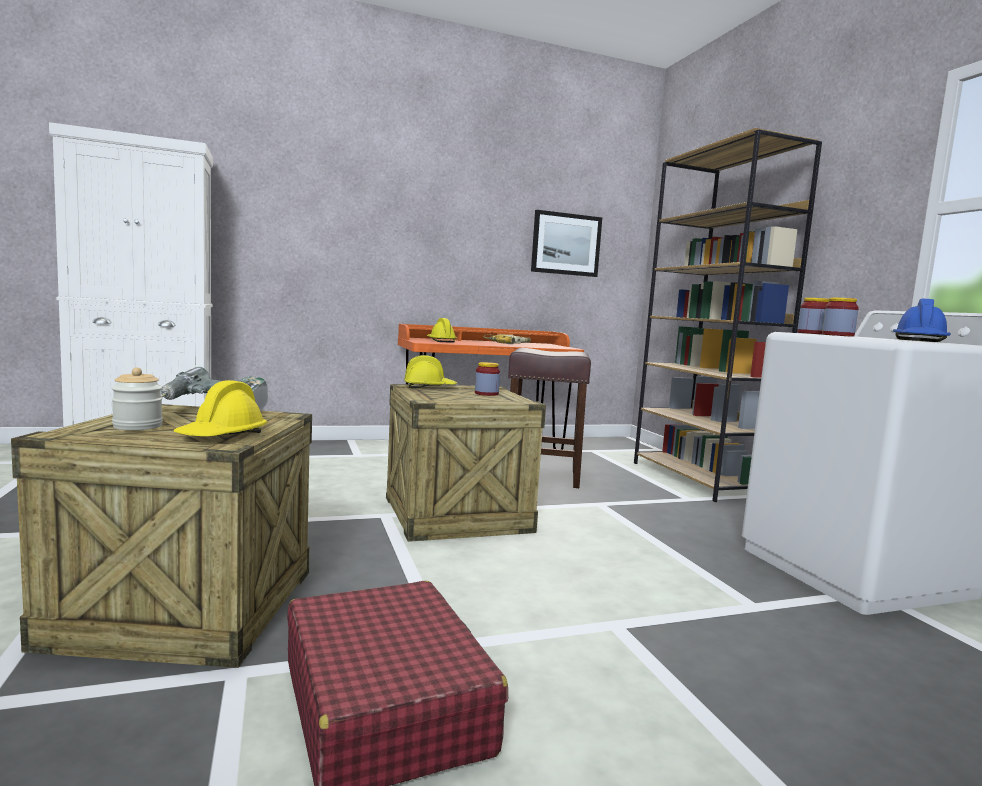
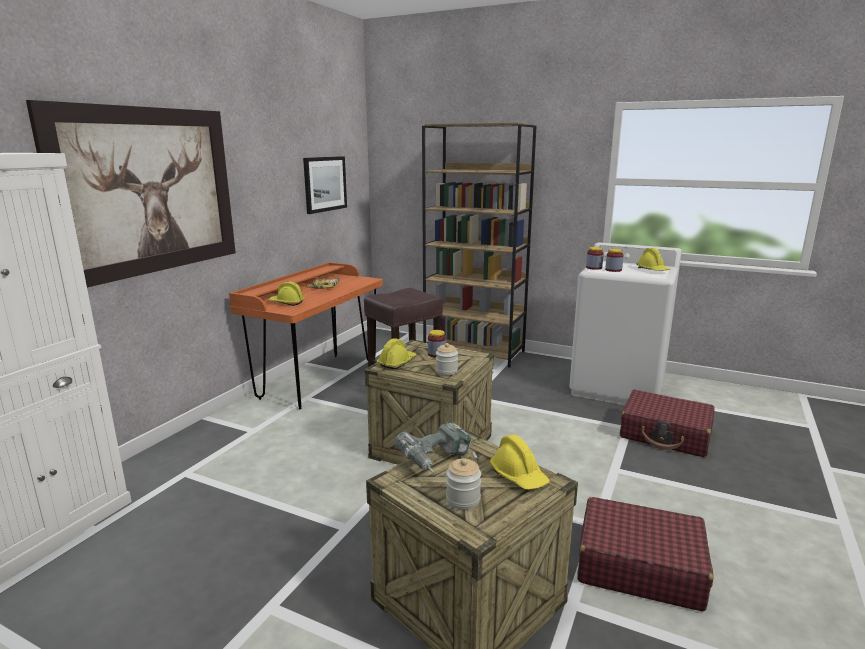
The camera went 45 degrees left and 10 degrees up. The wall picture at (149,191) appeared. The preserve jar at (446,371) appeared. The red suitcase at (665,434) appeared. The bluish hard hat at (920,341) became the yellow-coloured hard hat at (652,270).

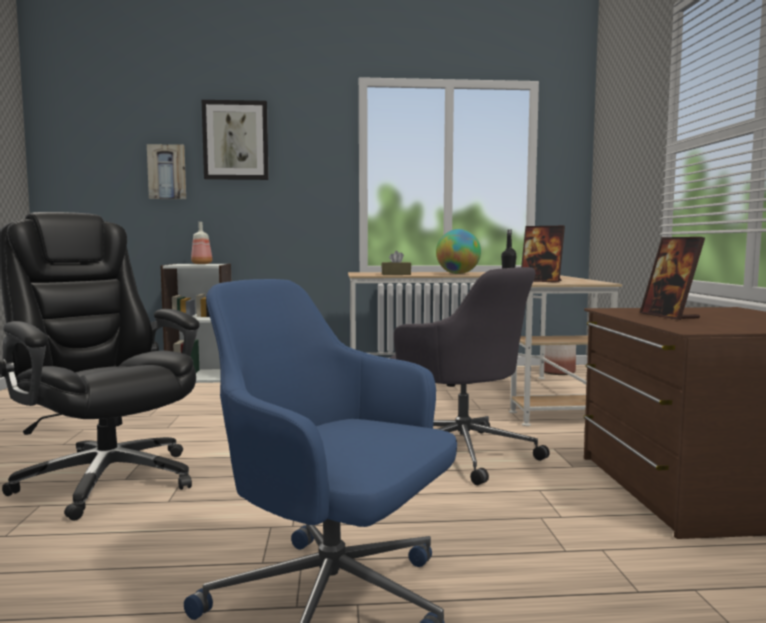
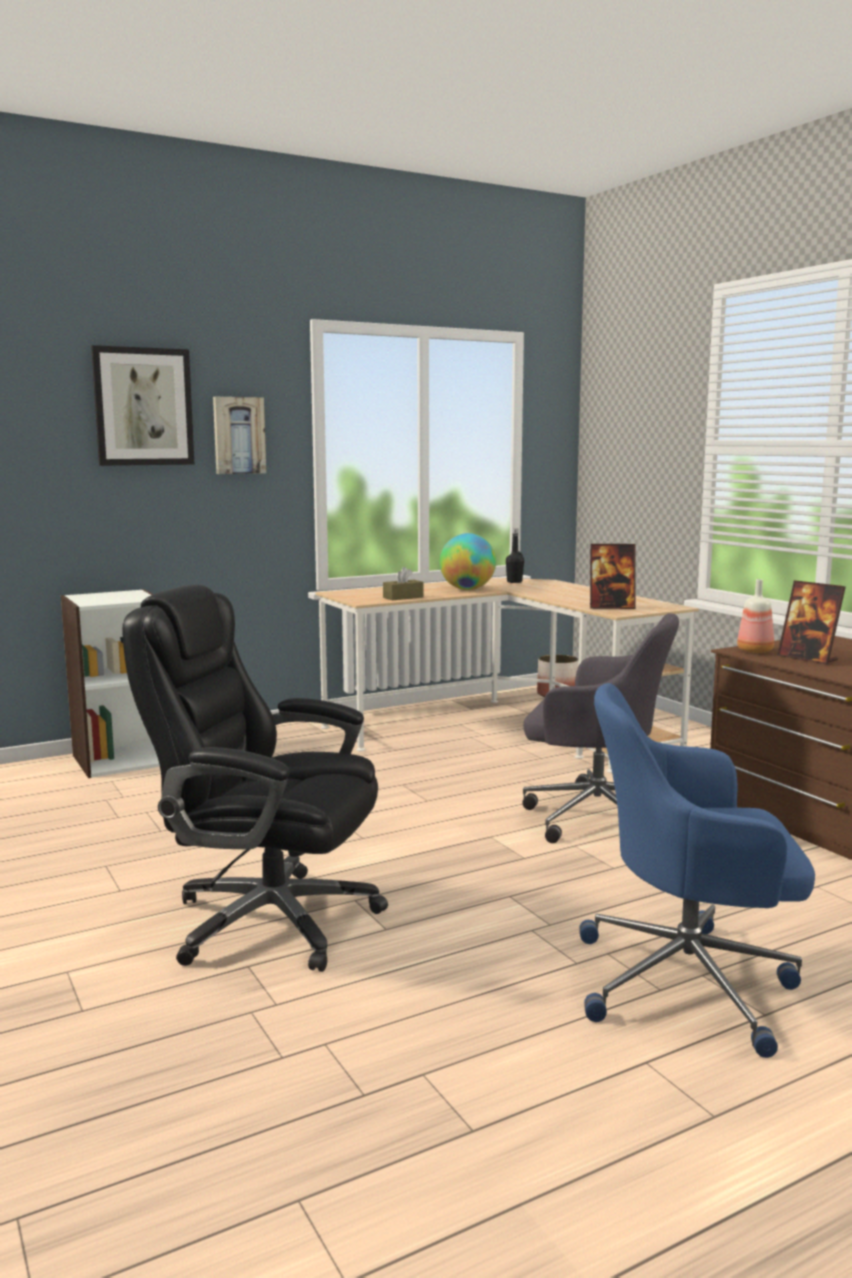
The camera went 25 degrees left and 5 degrees up. The wall picture moved from (167,172) to (238,435). The beverage bottle moved from (202,264) to (755,651).

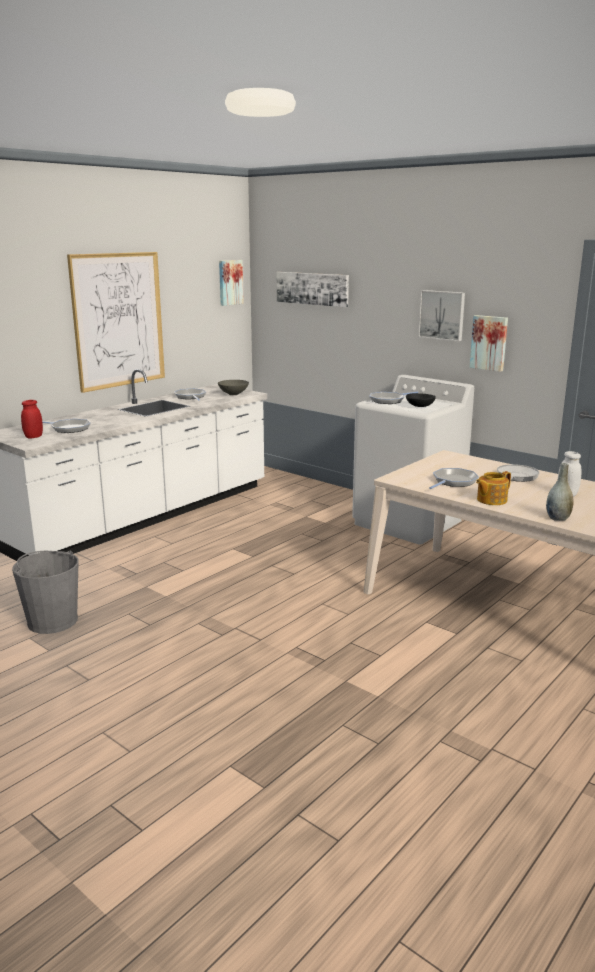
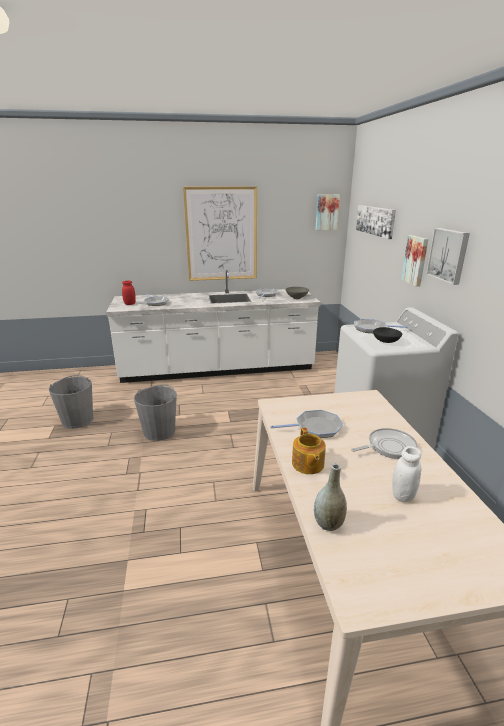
The camera went 40 degrees right and 5 degrees up. The greyish bucket at (159,431) appeared. The wall picture moved from (489,342) to (416,260). The teapot at (491,500) turned 105 degrees counterclockwise.

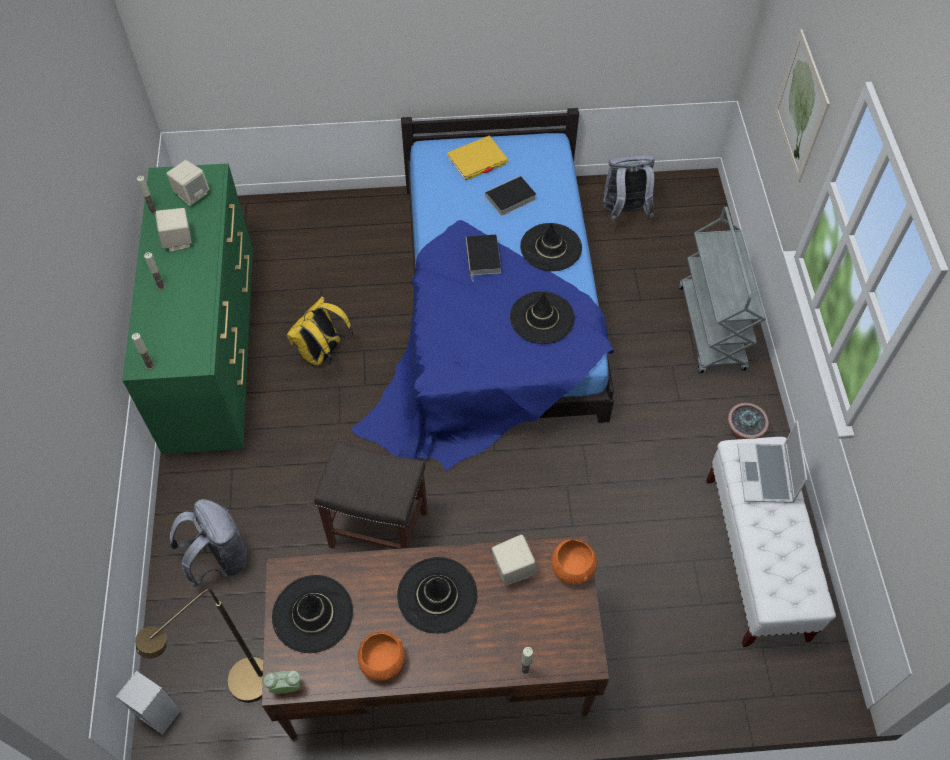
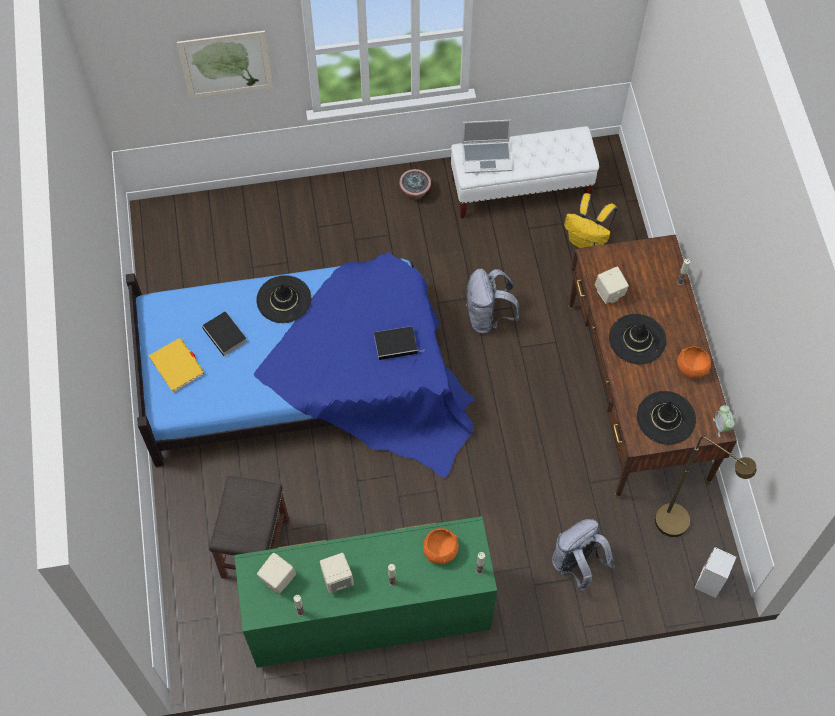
The camera went 95 degrees left and 5 degrees up. The black hat at (542,318) disappeared. The greyish trolley at (711,328) disappeared. The yellow-coloured knapsack moved from (323,353) to (587,241). The greyish sitting stool moved from (380,528) to (255,547). The volume moved from (483,258) to (397,344). The orange-coloured bowl moved from (573,569) to (440,550). The greyish knapsack moved from (624,212) to (488,317).

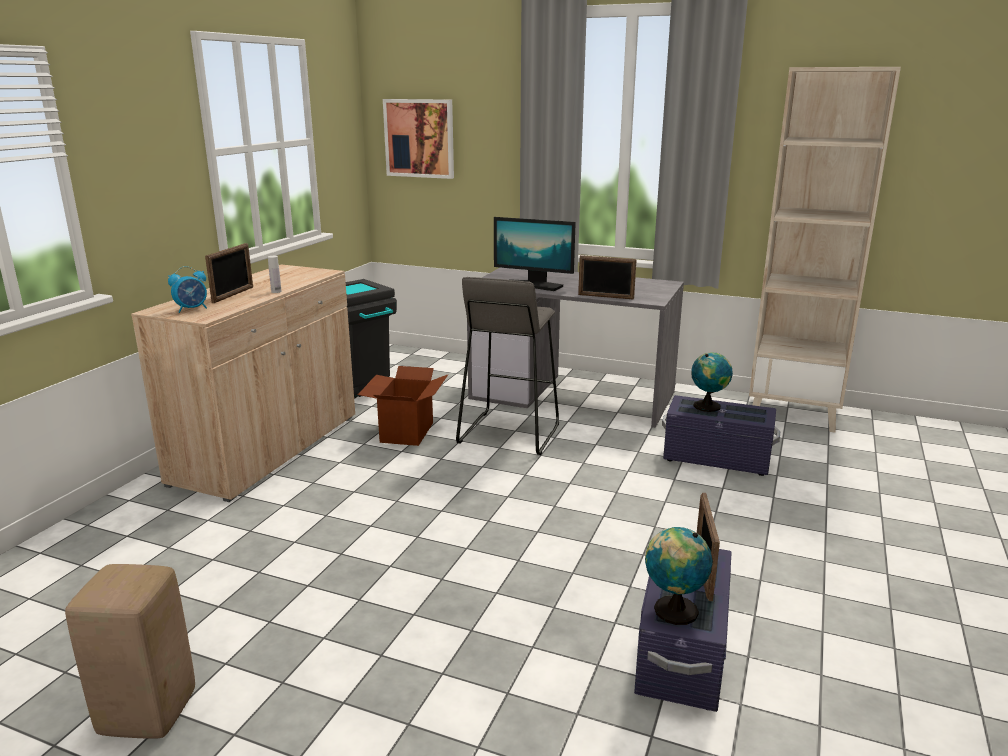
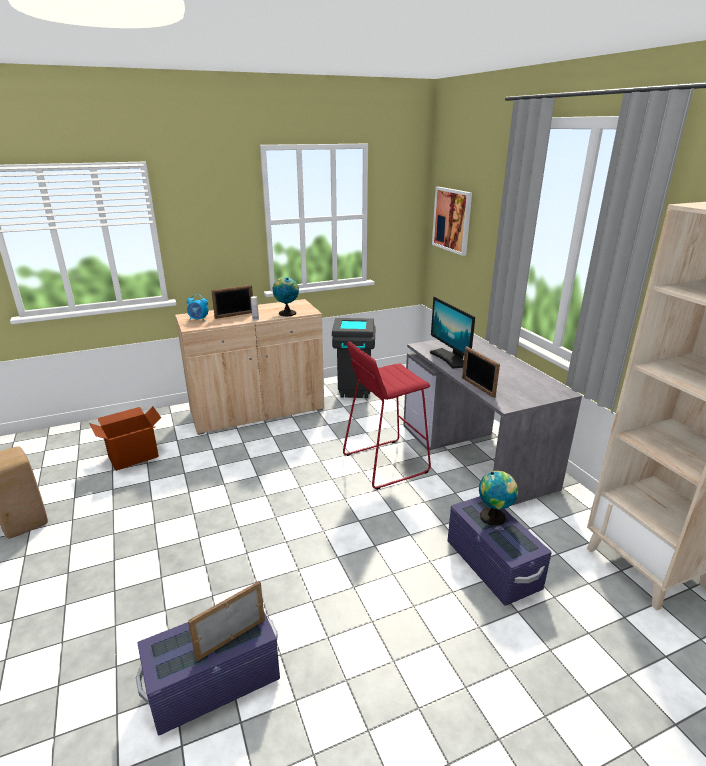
The camera went 45 degrees right and 5 degrees up. The carton moved from (406,432) to (133,456). The desk globe moved from (672,610) to (286,313). The greyish sitting stool at (509,433) became the red sitting stool at (385,463).

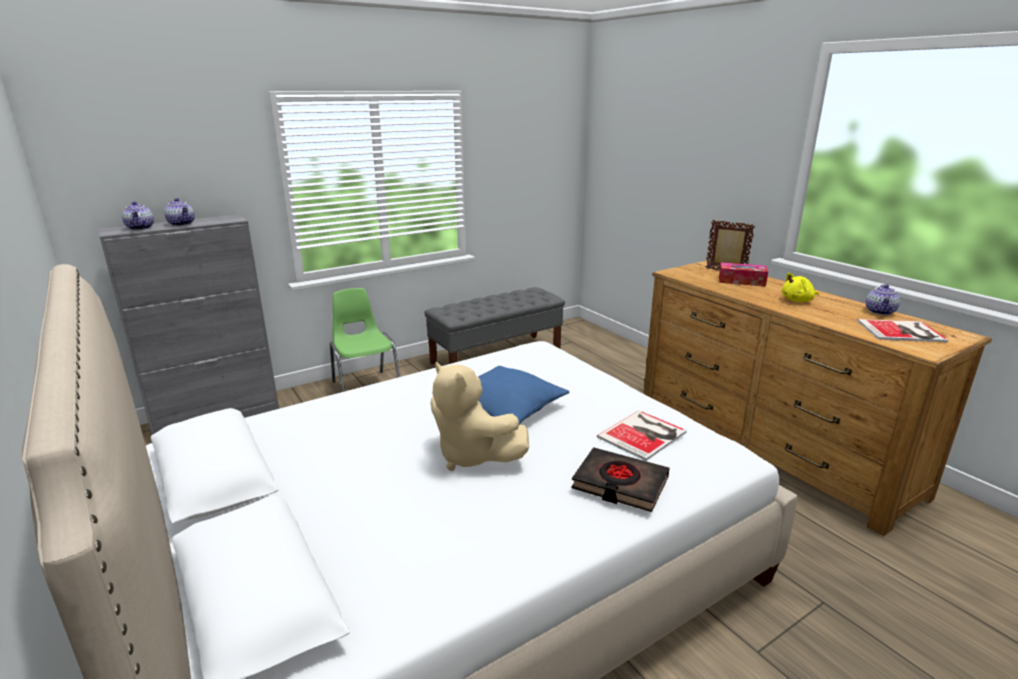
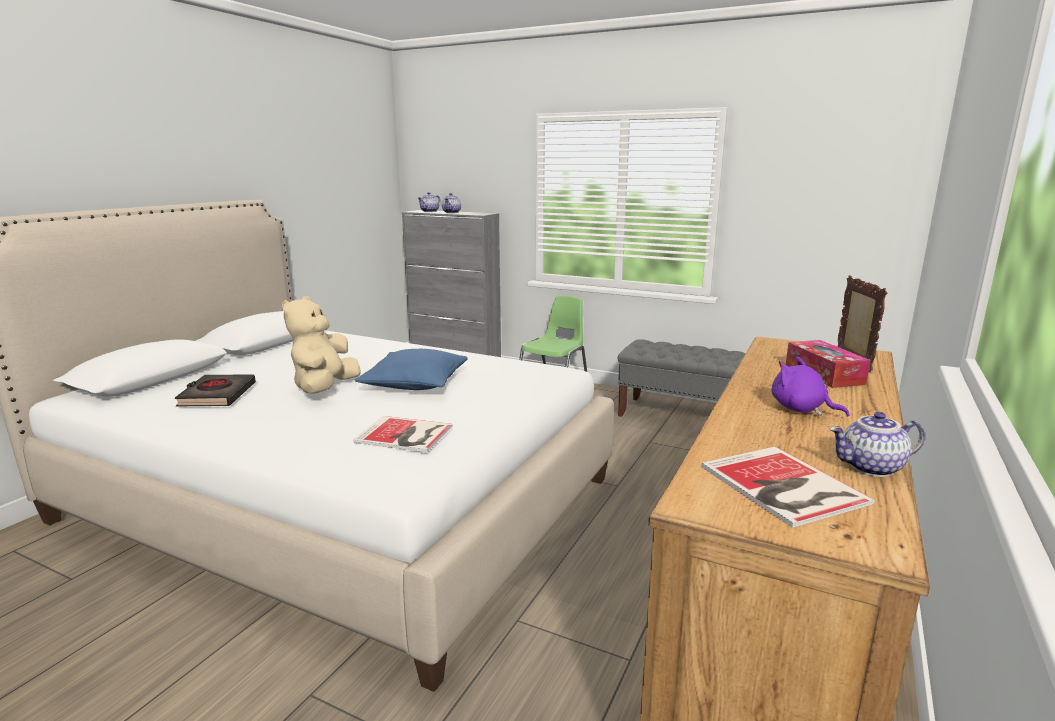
The camera went 60 degrees right and 5 degrees down. The black volume moved from (619,484) to (217,395). The yellow-coloured plush toy at (798,300) became the purple plush toy at (801,409).

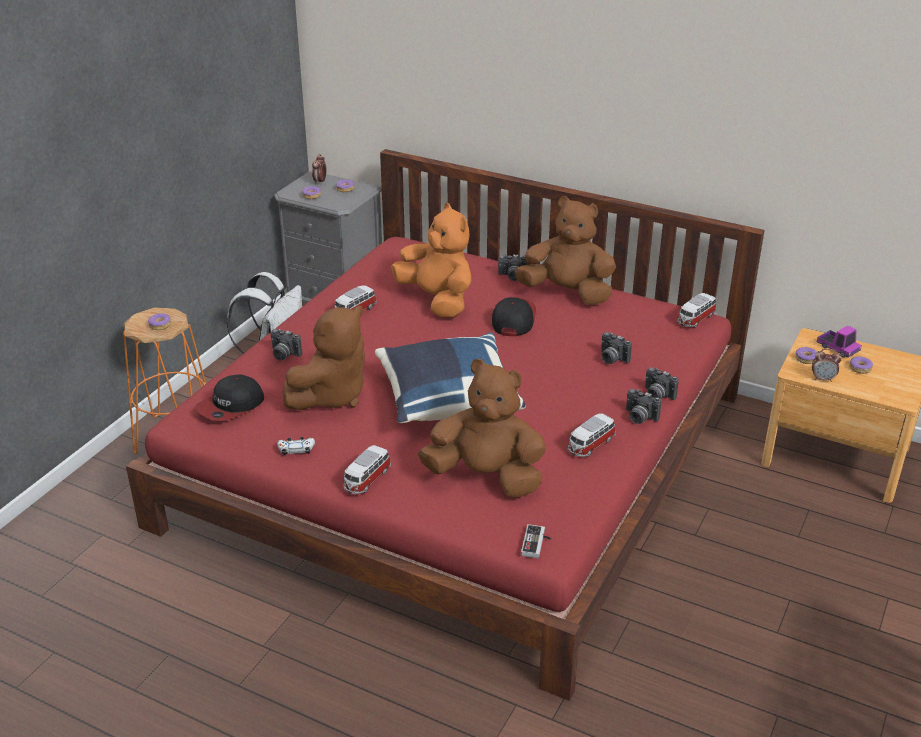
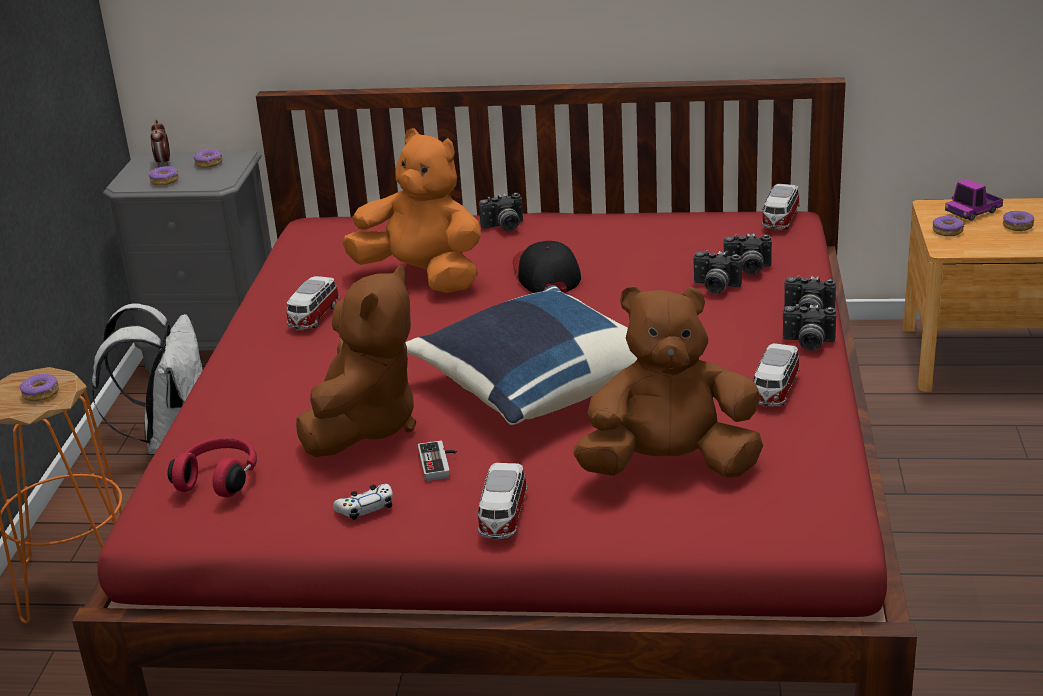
The camera went 20 degrees left and 5 degrees down. The brown plush toy at (567,293) disappeared. The alarm clock at (823,379) disappeared. The still camera moved from (283,355) to (747,269). The joypad moved from (537,544) to (440,463). The baseball cap at (231,406) was replaced by the red headset at (219,479). The model truck at (837,348) turned 120 degrees clockwise.

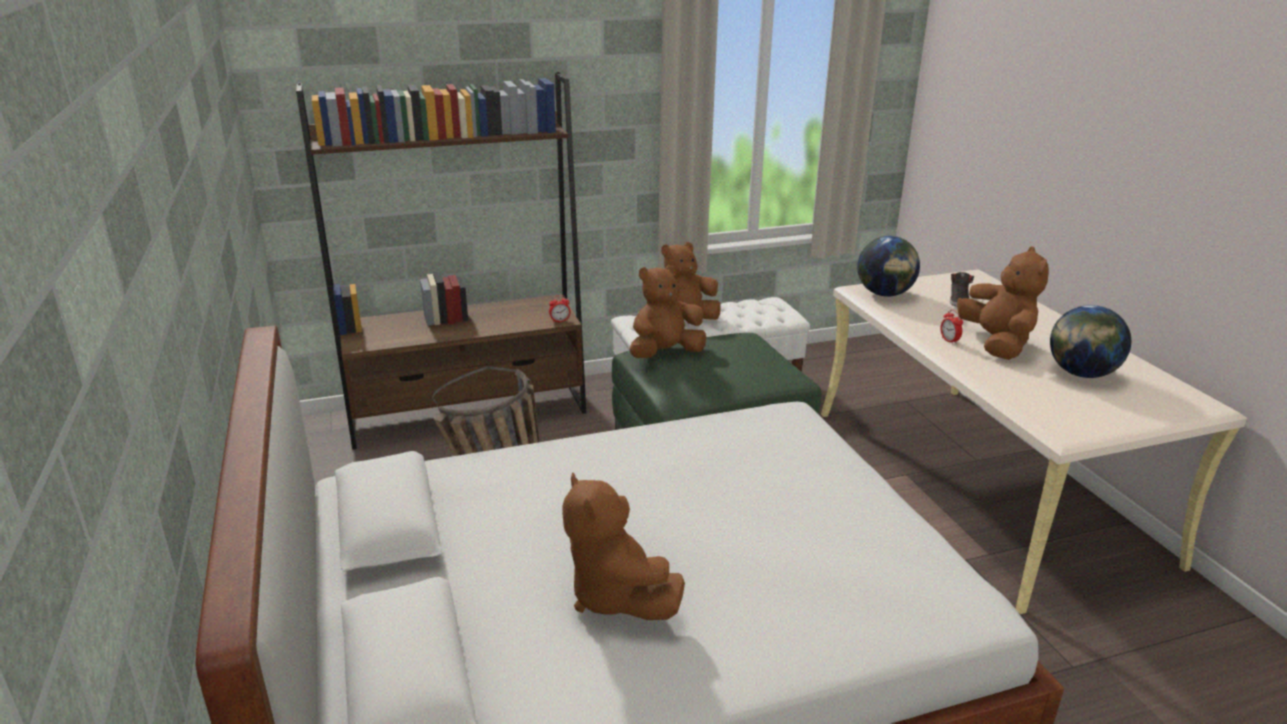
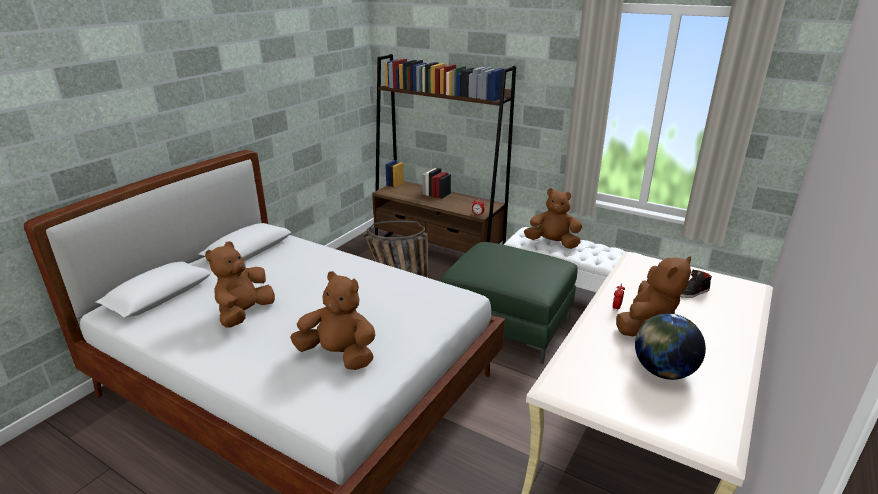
The camera went 50 degrees right and 0 degrees up. The desk globe at (884,294) disappeared. The brown plush toy moved from (665,353) to (339,355).

